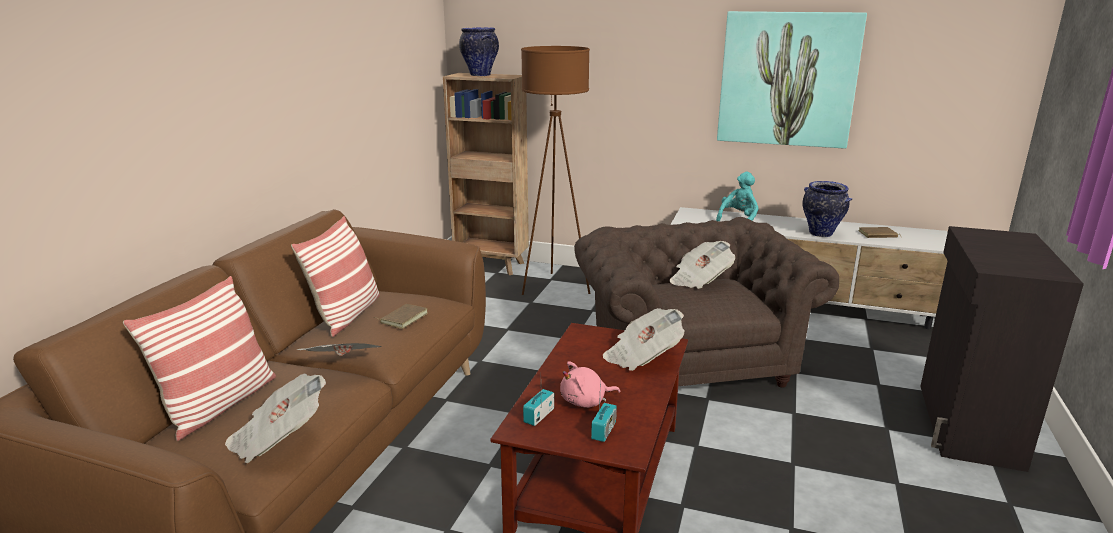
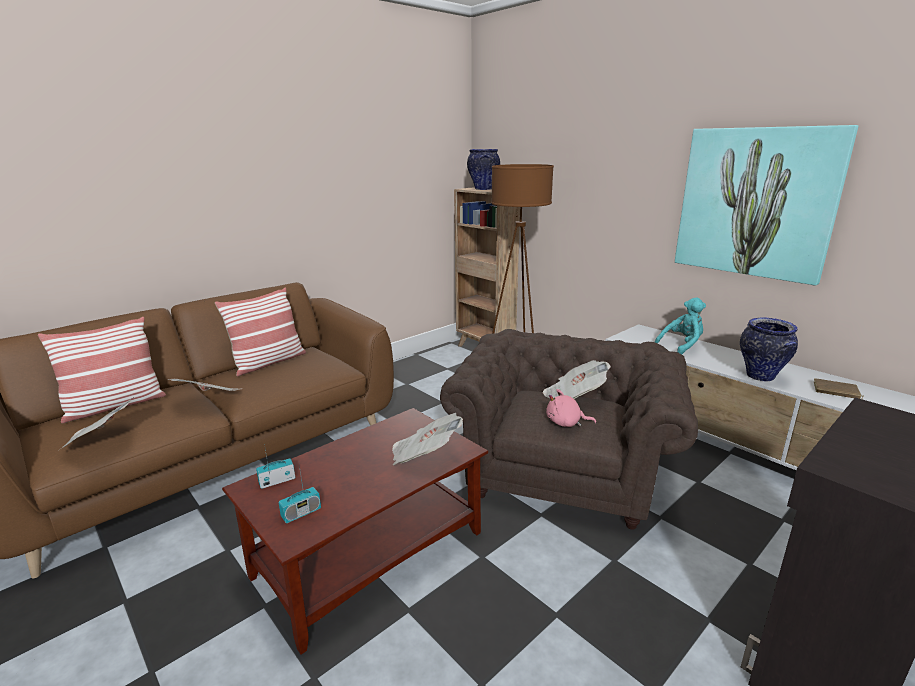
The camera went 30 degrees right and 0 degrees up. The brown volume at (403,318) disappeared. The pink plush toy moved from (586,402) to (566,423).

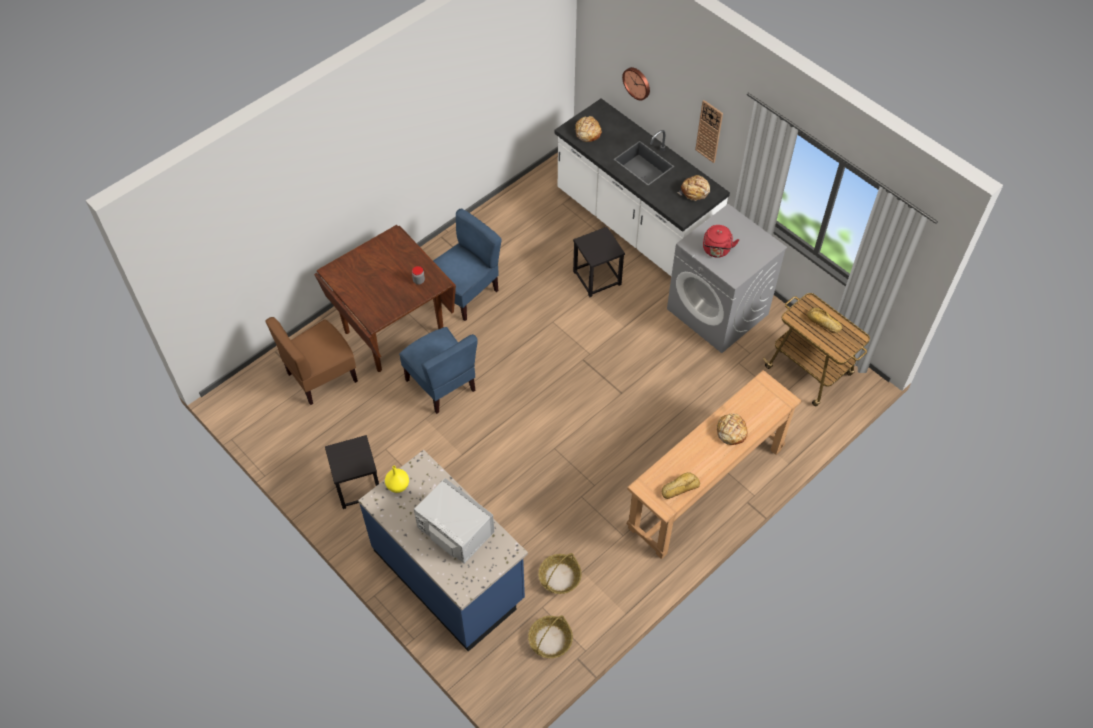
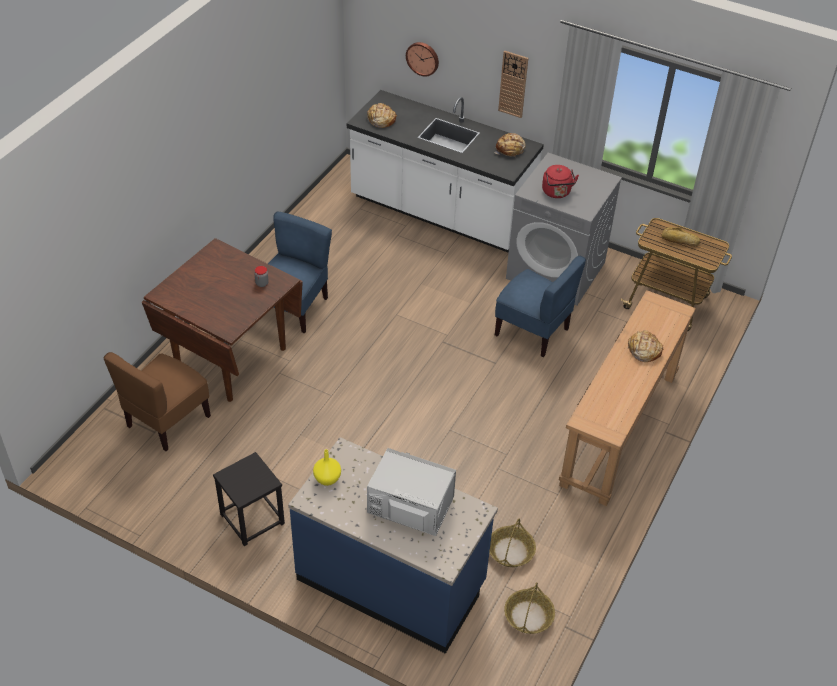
The camera went 20 degrees left and 10 degrees down. The black sitting stool at (596,278) disappeared. The bakery bread at (679,487) disappeared. The bluish chair moved from (441,385) to (532,331).

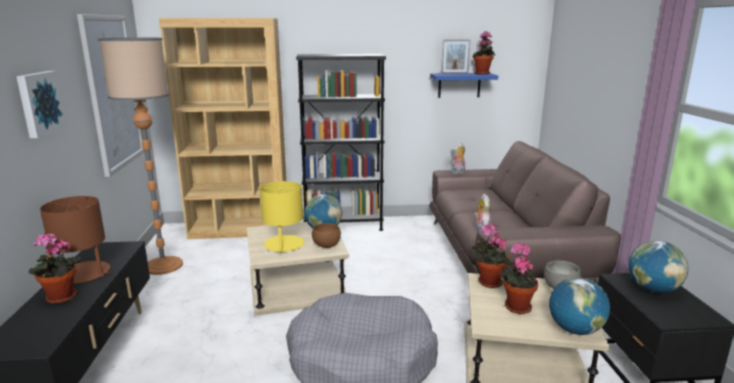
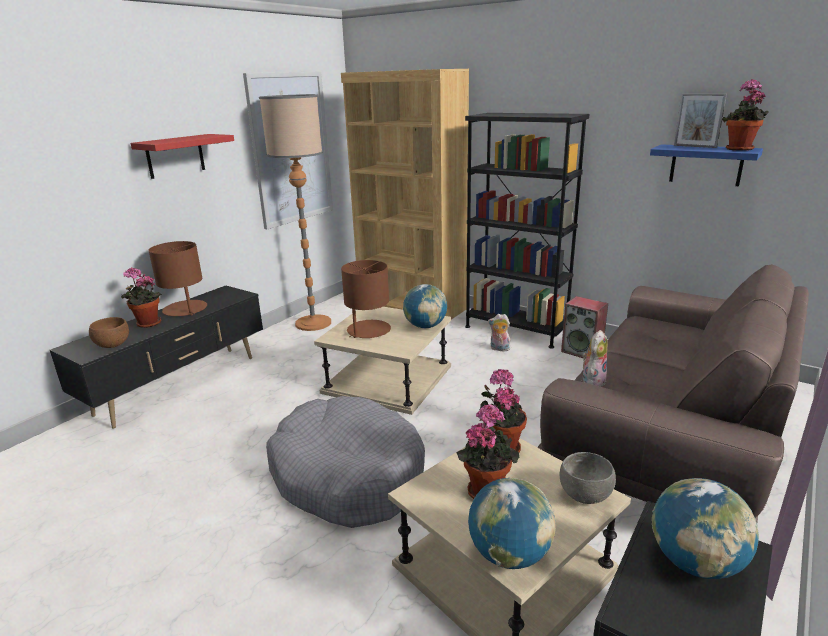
The camera went 40 degrees right and 5 degrees up. The speaker at (582,351) appeared. The brown bowl moved from (326,246) to (112,345). The plush toy moved from (457,172) to (499,349). The wall picture at (39,103) was replaced by the red bracket shelf at (175,156). The yellow-coloured tabletop lamp at (284,245) became the brown tabletop lamp at (368,330).

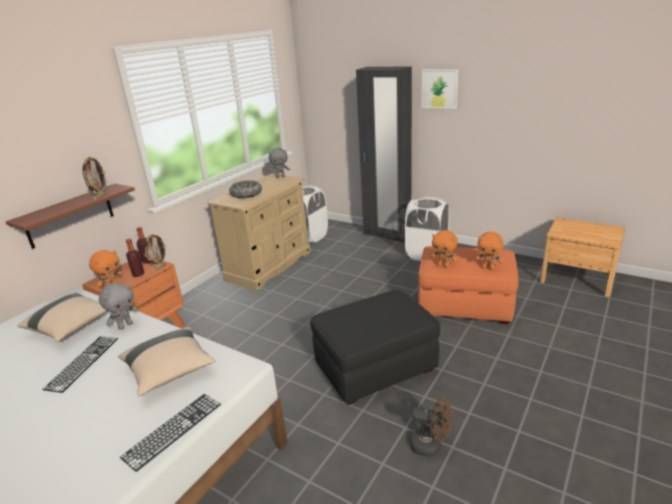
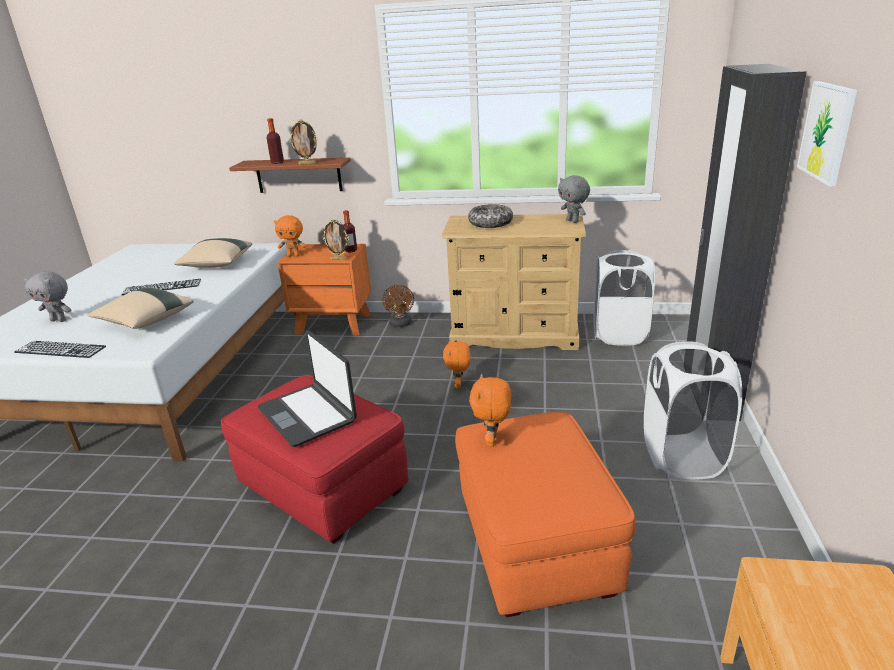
The camera went 65 degrees right and 0 degrees up. The notebook computer at (308,414) appeared. The greyish plush toy moved from (125,325) to (59,320). The beverage bottle moved from (138,274) to (277,162). The brown cooling fan moved from (431,446) to (401,324). The orange-coloured plush toy moved from (488,268) to (459,385). The black pouffe at (376,368) became the red pouffe at (323,488).

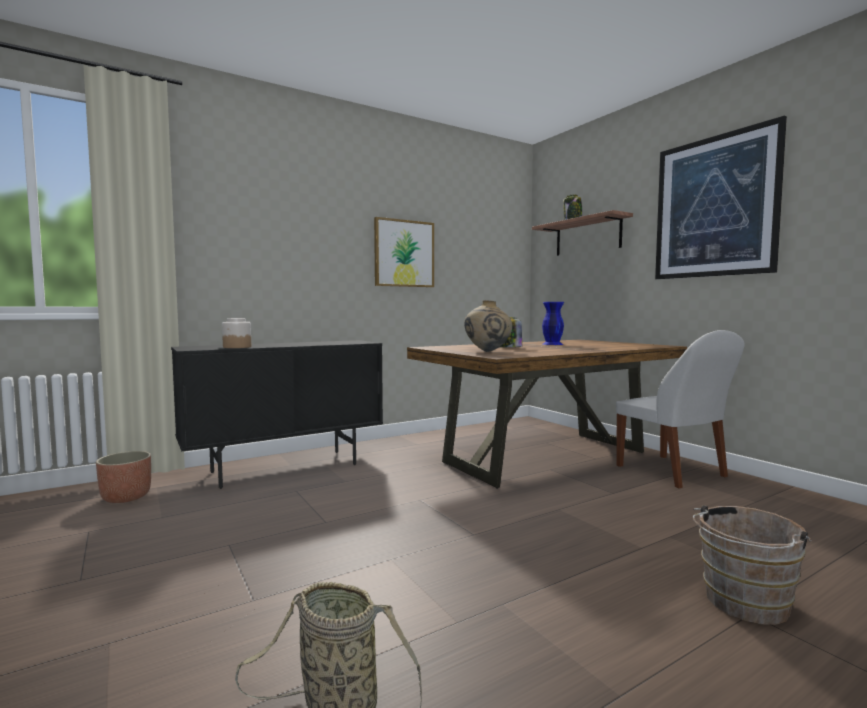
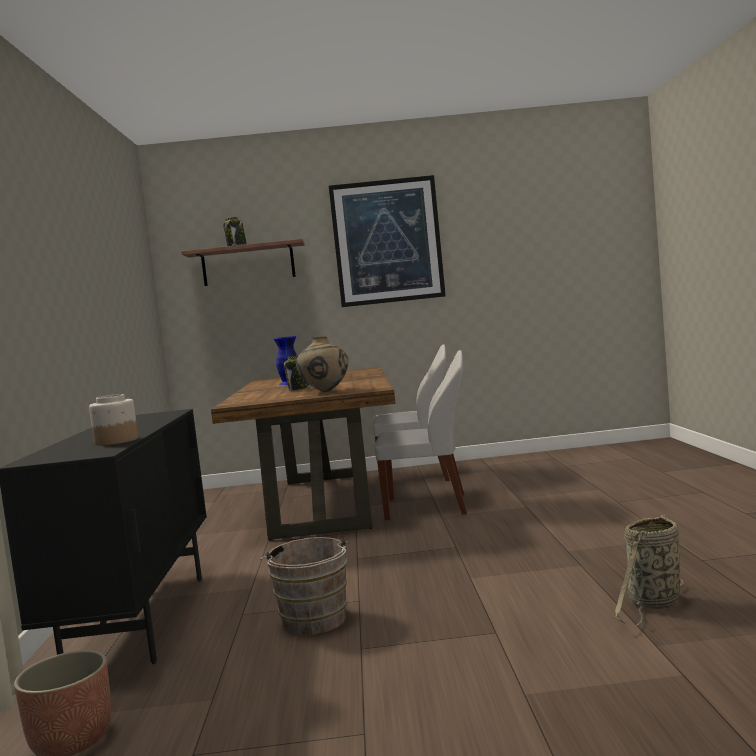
The camera went 60 degrees left and 0 degrees up. The wall picture at (404,253) disappeared. The white-coloured chair at (429,507) appeared. The brown bucket moved from (743,604) to (314,623).

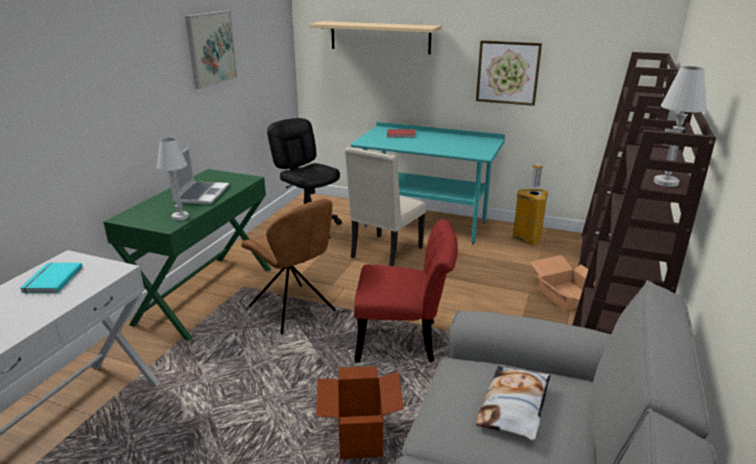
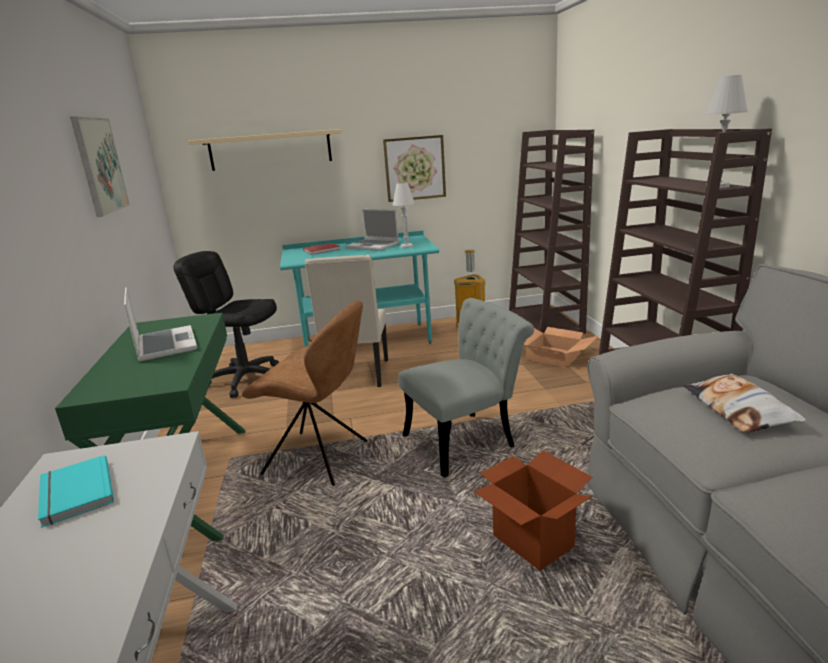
The camera went 30 degrees left and 5 degrees down. The notebook computer at (374,246) appeared. The white-coloured tabletop lamp moved from (180,217) to (406,247). The red chair at (405,340) became the greyish chair at (467,439).

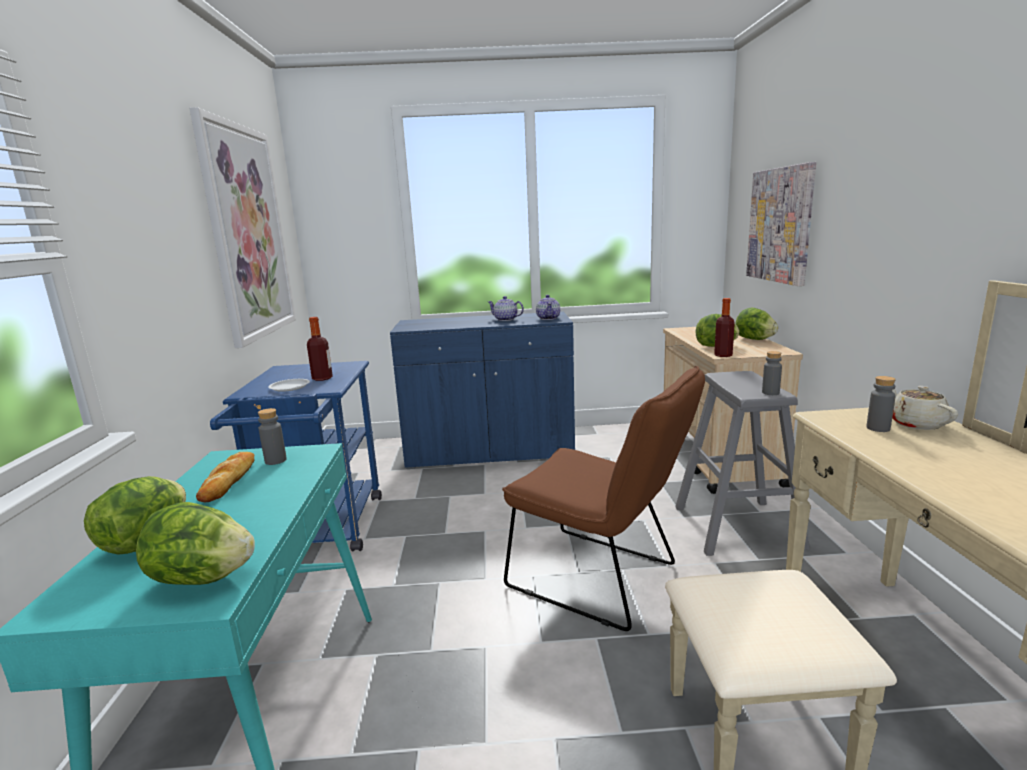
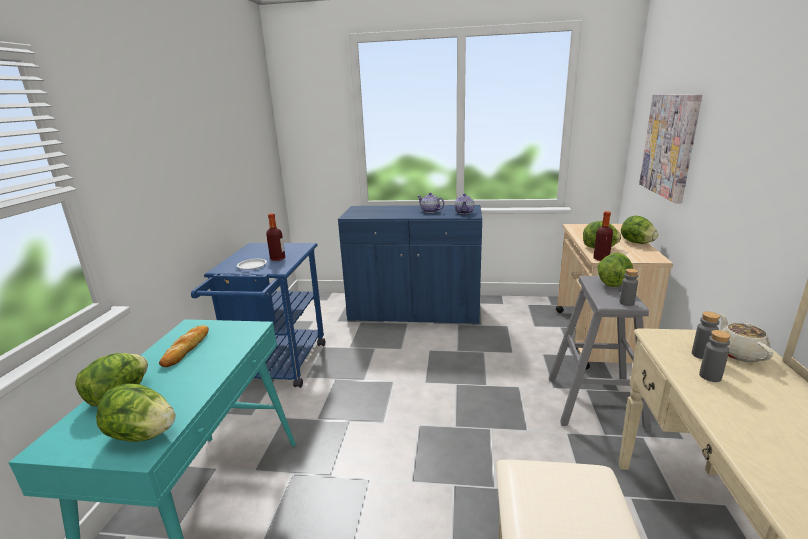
The camera went 10 degrees right and 5 degrees up. The wall picture at (247,233) disappeared. The brown chair at (602,579) disappeared. The lettuce at (612,283) appeared. The greyish beverage bottle moved from (275,460) to (710,376).

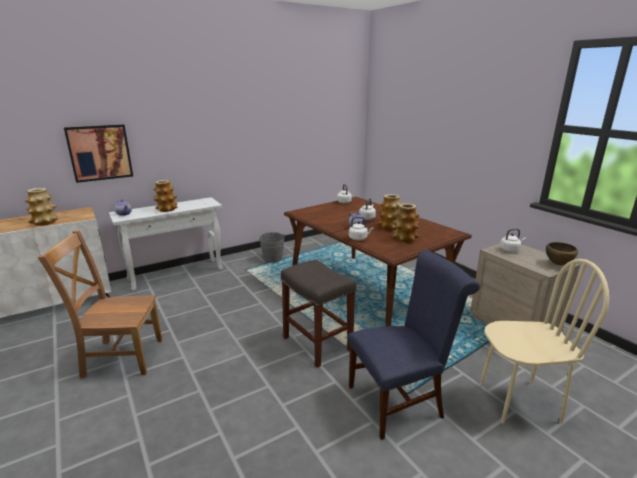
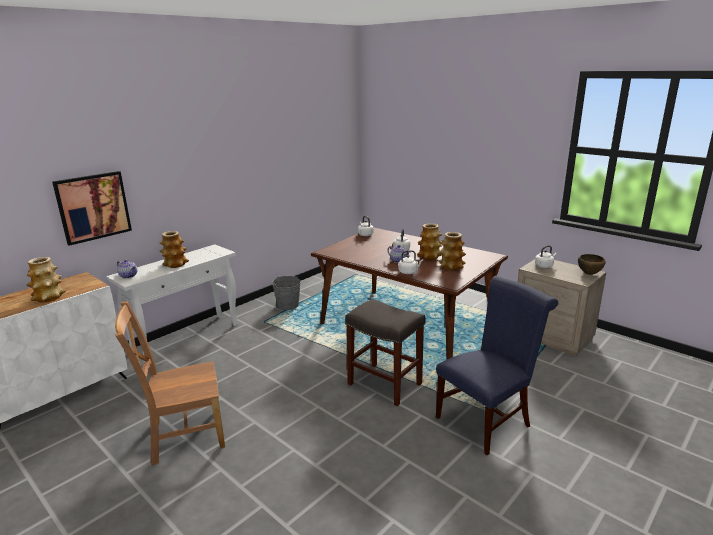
The camera went 15 degrees left and 0 degrees up. The sand-coloured chair at (518,401) disappeared.

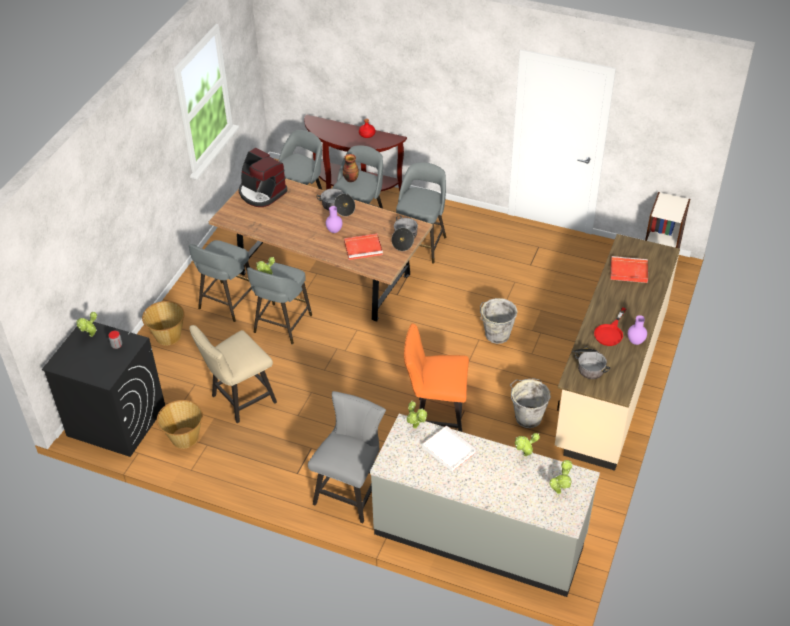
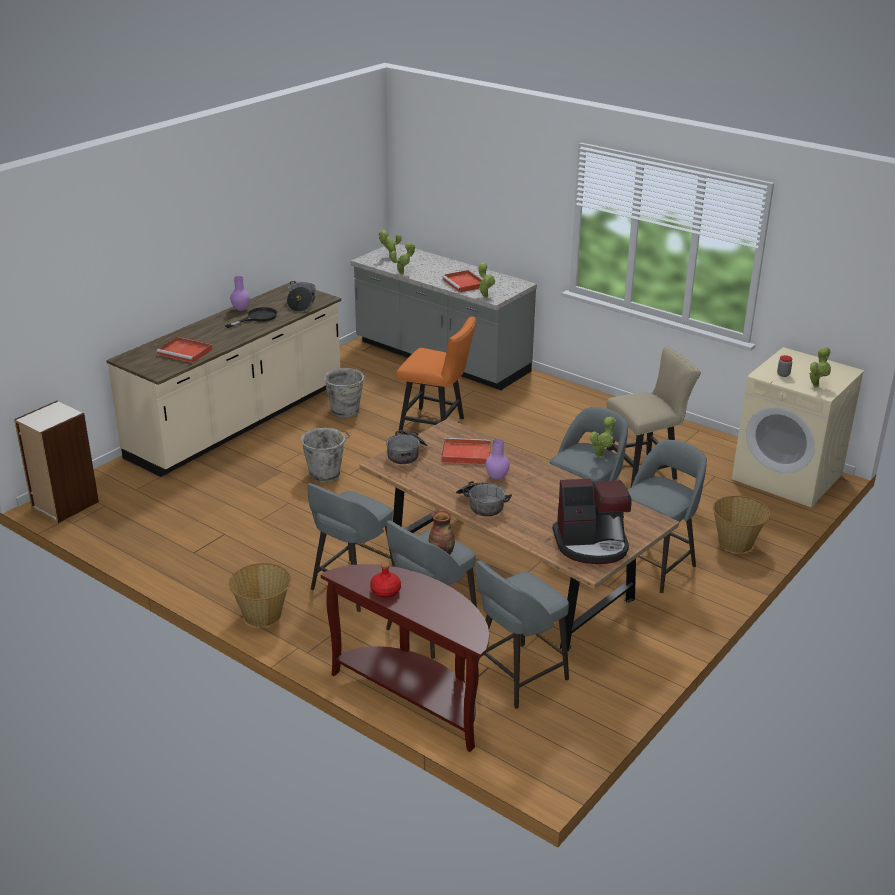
The camera went 165 degrees left and 15 degrees down. The greyish chair at (350,491) disappeared. The storage basket moved from (184,437) to (263,615). The black laundry machine at (115,421) became the sand-coloured laundry machine at (788,477). The white-coloured tray at (448,449) became the red tray at (464,283). The red frying pan at (610,332) became the black frying pan at (257,317). The coffee maker at (261,193) turned 120 degrees clockwise.

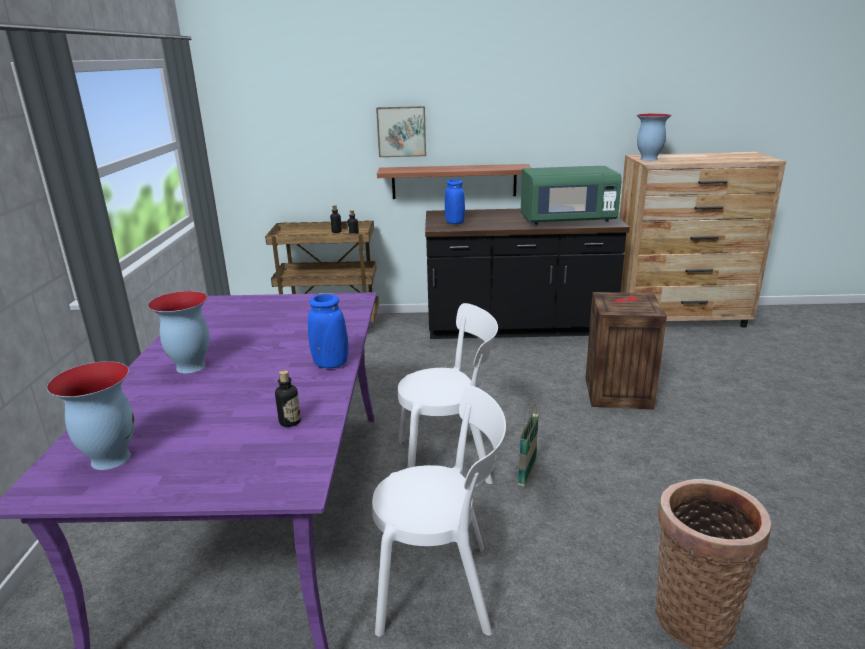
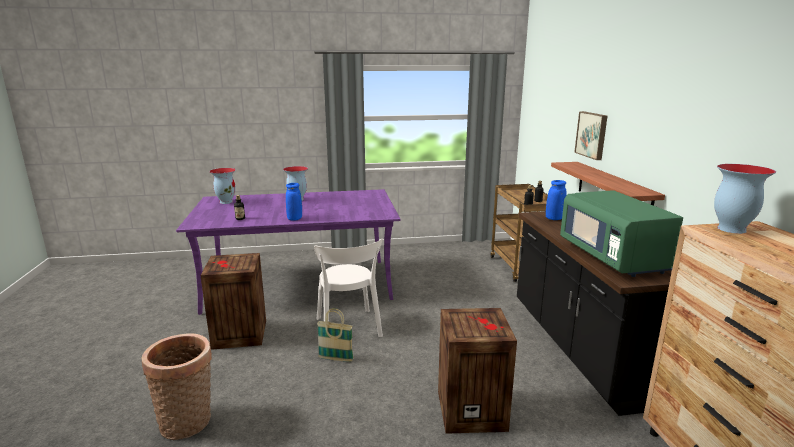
The camera went 80 degrees right and 5 degrees down. The white-coloured chair at (441,587) was replaced by the shipping crate at (238,335).

